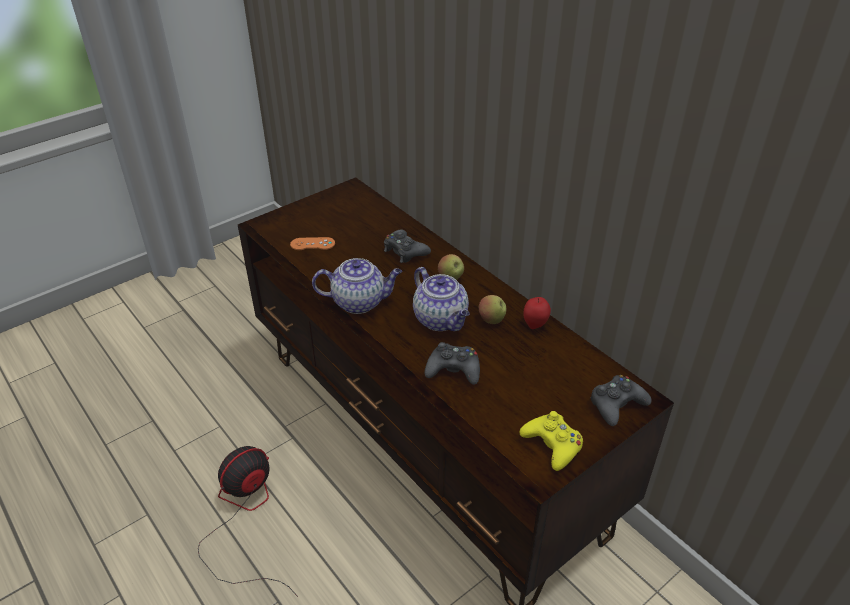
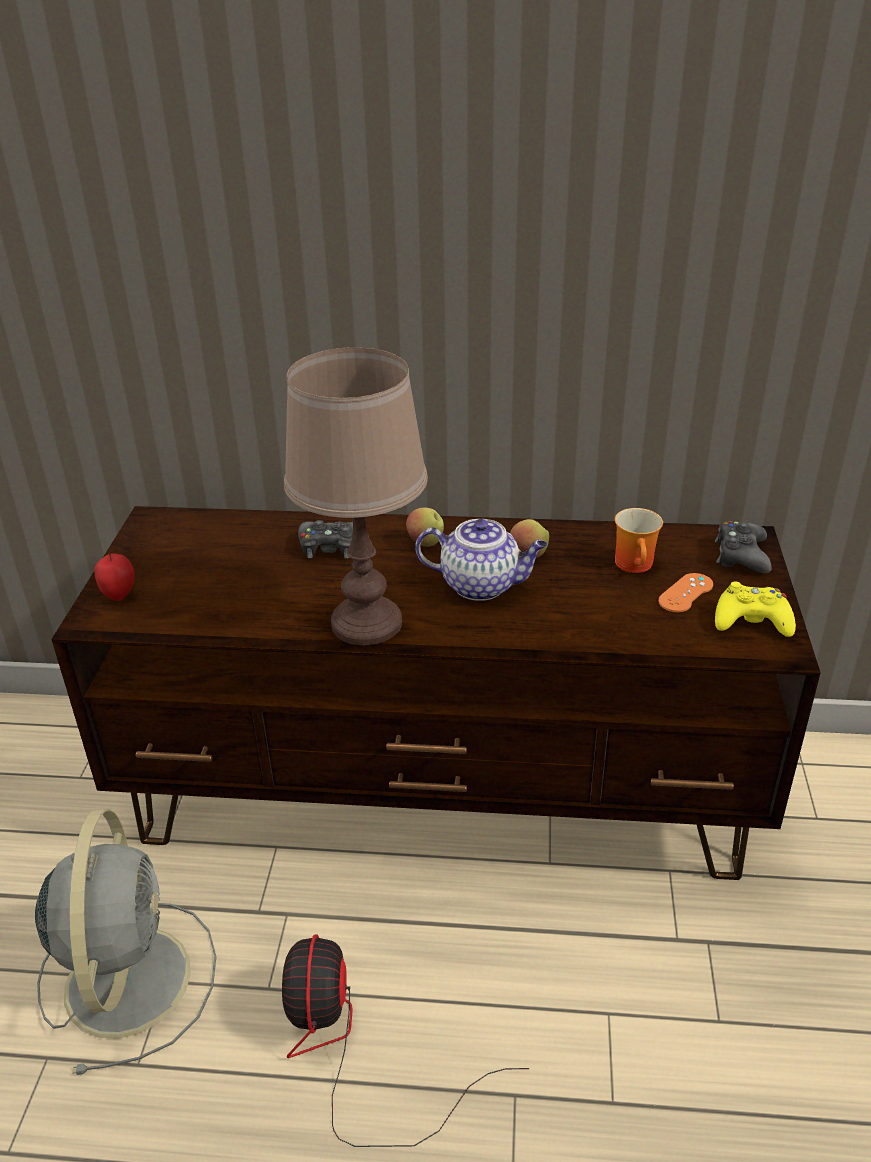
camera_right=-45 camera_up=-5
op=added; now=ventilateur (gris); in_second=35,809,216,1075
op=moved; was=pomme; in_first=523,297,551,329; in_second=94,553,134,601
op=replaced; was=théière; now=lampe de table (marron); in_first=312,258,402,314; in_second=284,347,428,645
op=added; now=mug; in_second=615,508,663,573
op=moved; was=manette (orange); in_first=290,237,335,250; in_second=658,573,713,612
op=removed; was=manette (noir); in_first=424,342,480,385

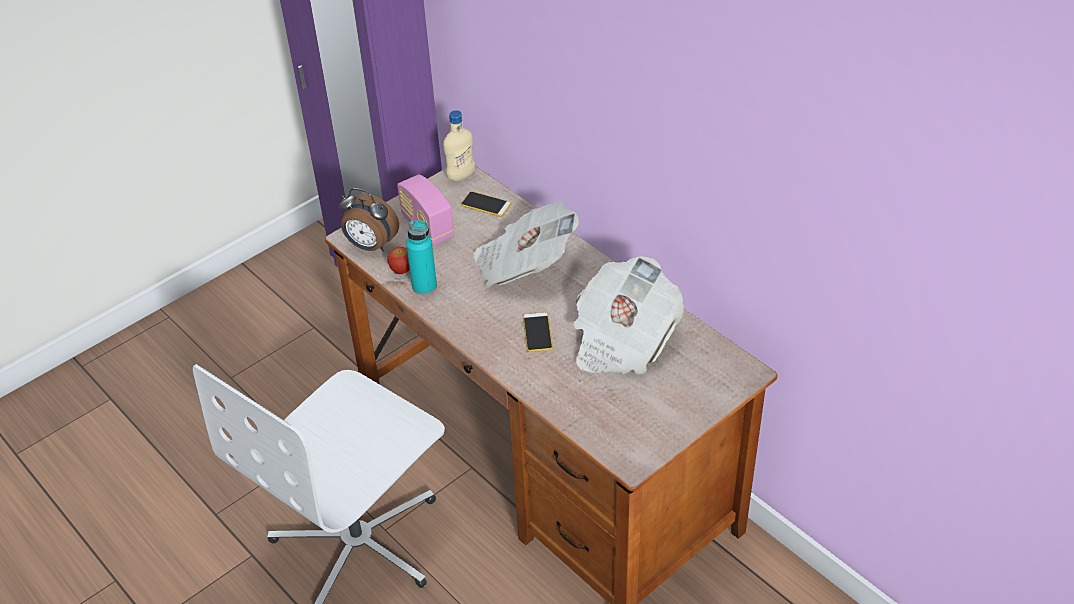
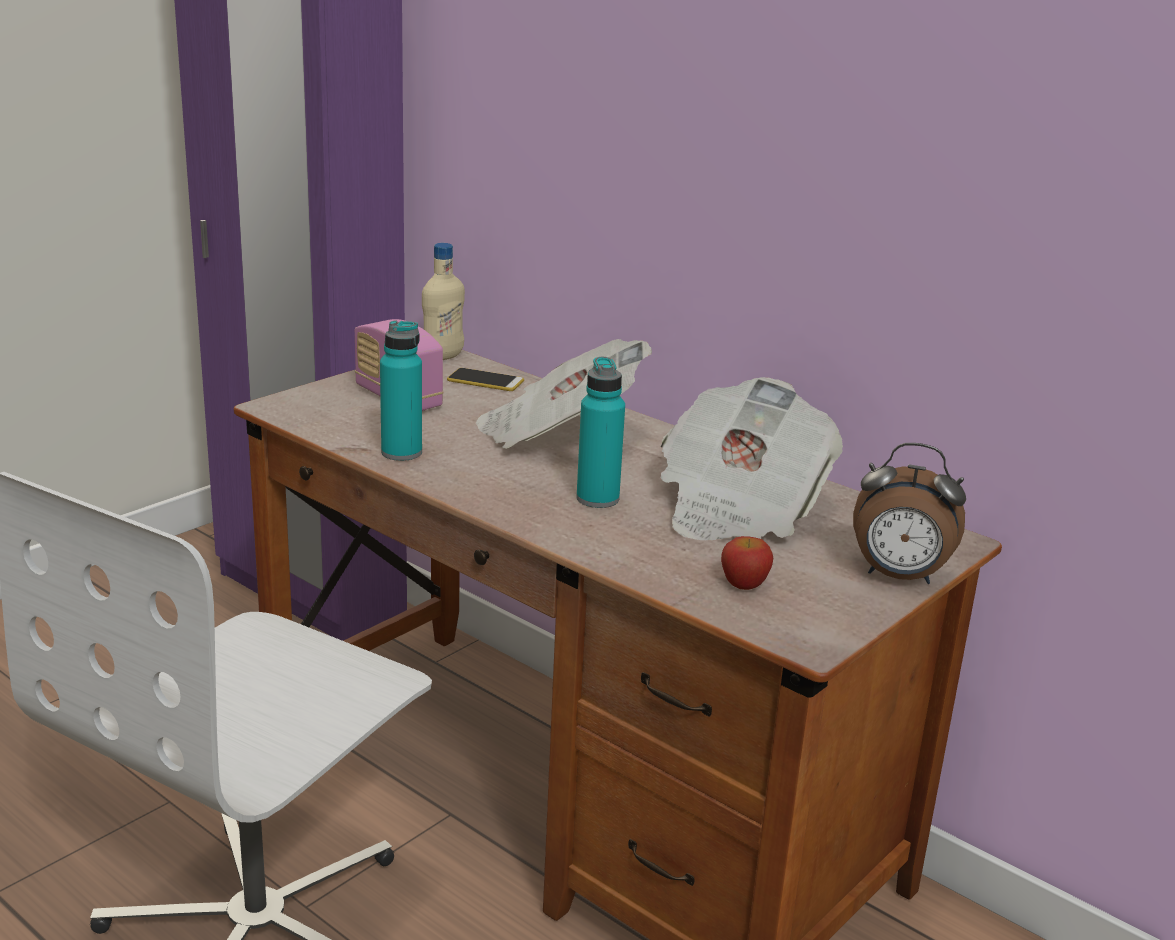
camera_right=-10 camera_up=-20
op=replaced; was=téléphone; now=bouteille (turquoise); in_first=523,312,553,352; in_second=576,357,625,508
op=moved; was=pomme; in_first=387,247,410,274; in_second=721,536,773,590
op=moved; was=réveil; in_first=339,188,399,251; in_second=853,443,966,584

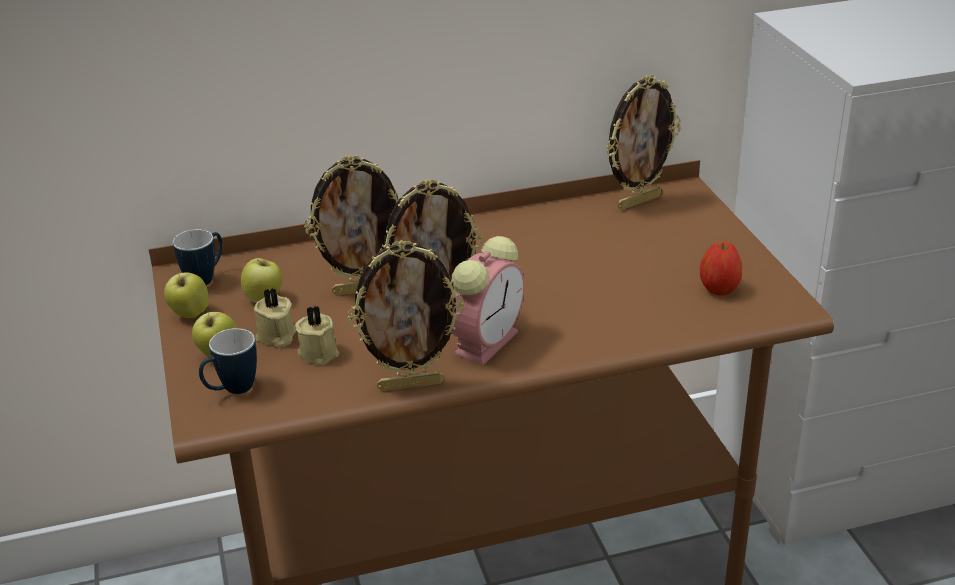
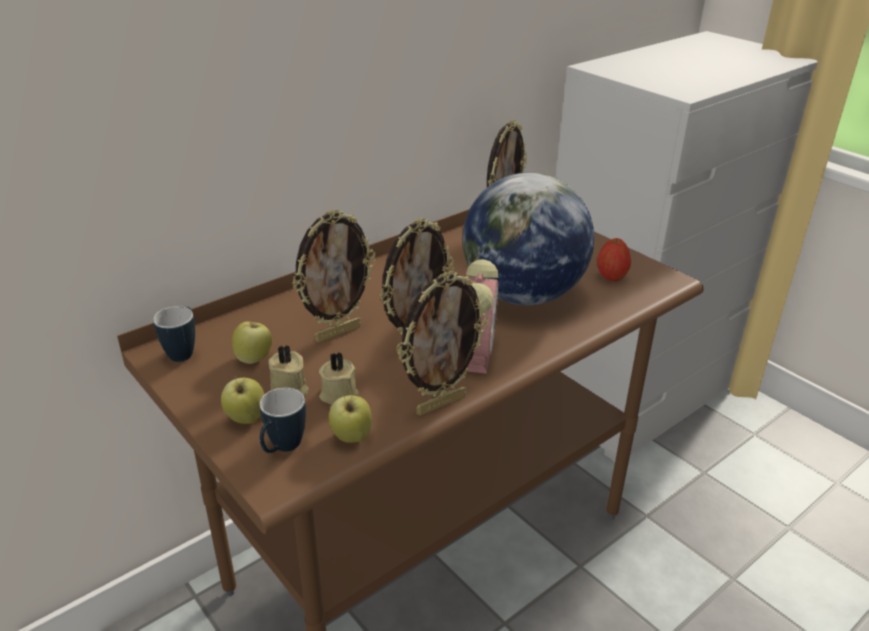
camera_right=-25 camera_up=0
op=moved; was=pomme; in_first=164,268,209,318; in_second=329,394,372,443
op=added; now=globe; in_second=462,172,594,305

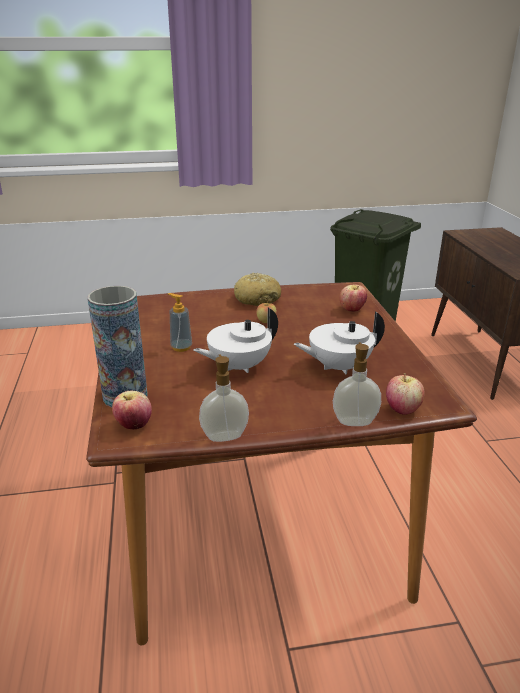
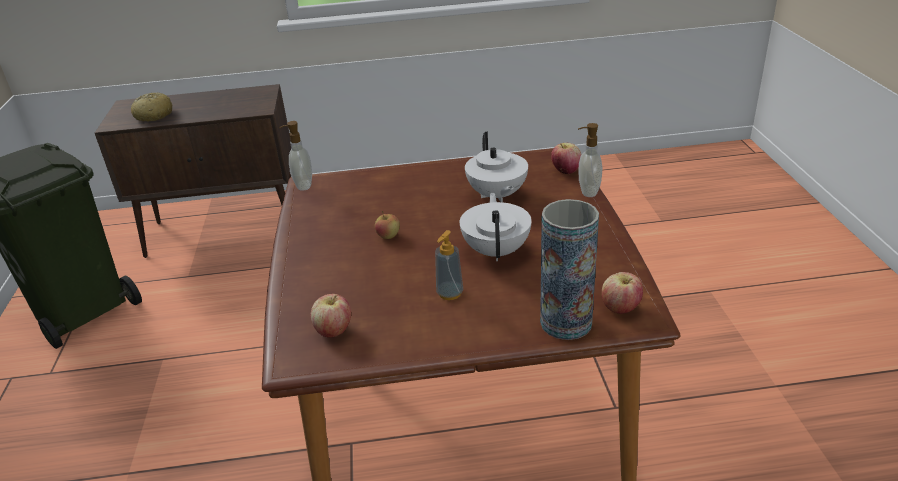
camera_right=-85 camera_up=5
op=moved; was=pain; in_first=234,272,281,306; in_second=131,93,173,122
op=moved; was=distributeur de savon; in_first=199,355,249,442; in_second=279,121,312,191
op=moved; was=pomme; in_first=340,284,367,312; in_second=311,294,351,338
op=turned; was=théière (blanc); in_first=194,308,278,373; in_second=460,193,532,261; clockwise=-150

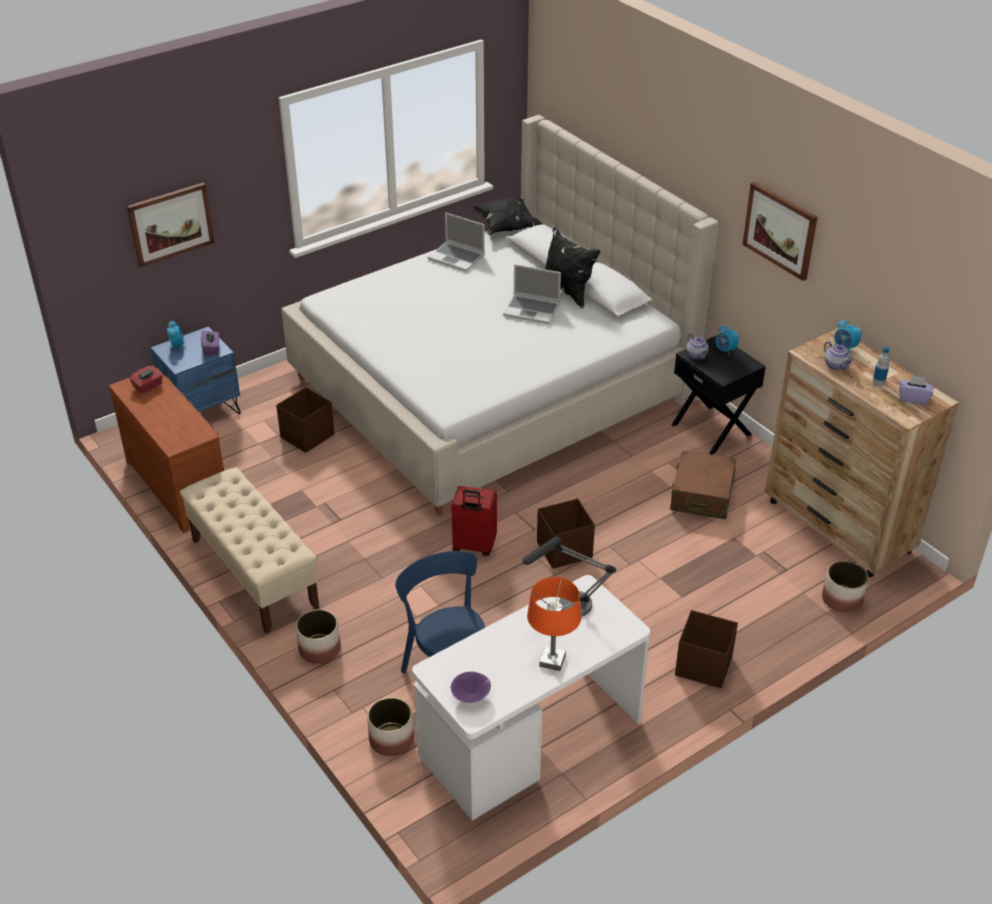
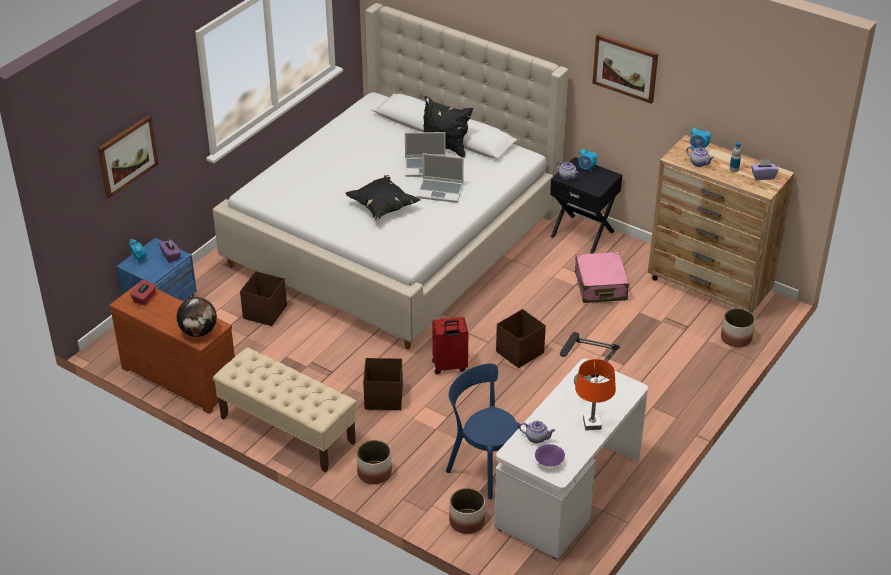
camera_right=-20 camera_up=0
op=added; now=globe; in_second=177,297,217,337
op=moved; was=coussin (noir); in_first=472,197,543,235; in_second=345,175,420,221
op=moved; was=boîte de rangement (marron); in_first=675,610,738,688; in_second=363,358,403,410
op=moved; was=ordinateur portable; in_first=428,212,485,271; in_second=417,153,464,203
op=added; now=théière; in_second=519,421,555,443
op=recoloured; was=valise (marron); now=valise (rose); in_first=670,451,736,519; in_second=575,252,629,303

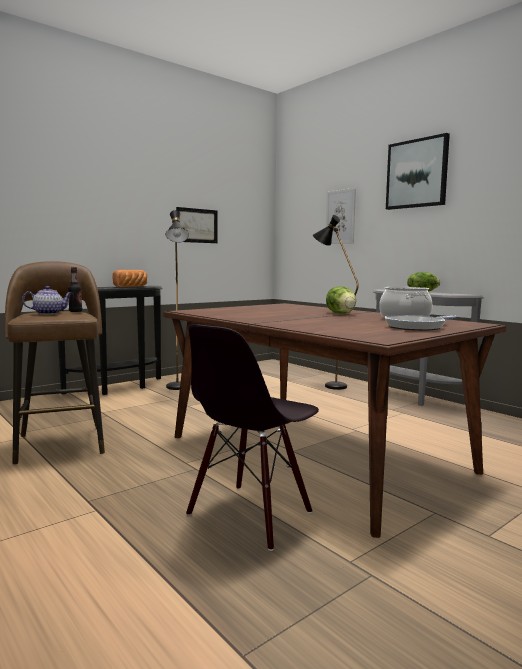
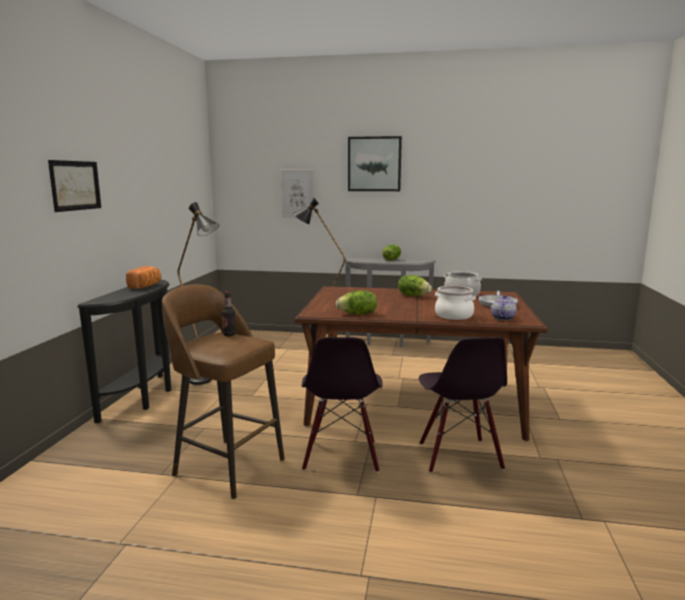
camera_right=-40 camera_up=5
op=moved; was=tableau; in_first=176,207,218,243; in_second=48,160,101,212
op=added; now=chaise (noir); in_second=302,337,382,473
op=added; now=laitue; in_second=336,291,377,315
op=added; now=marmite; in_second=435,286,476,320
op=moved; was=théière; in_first=22,286,72,314; in_second=491,295,517,320

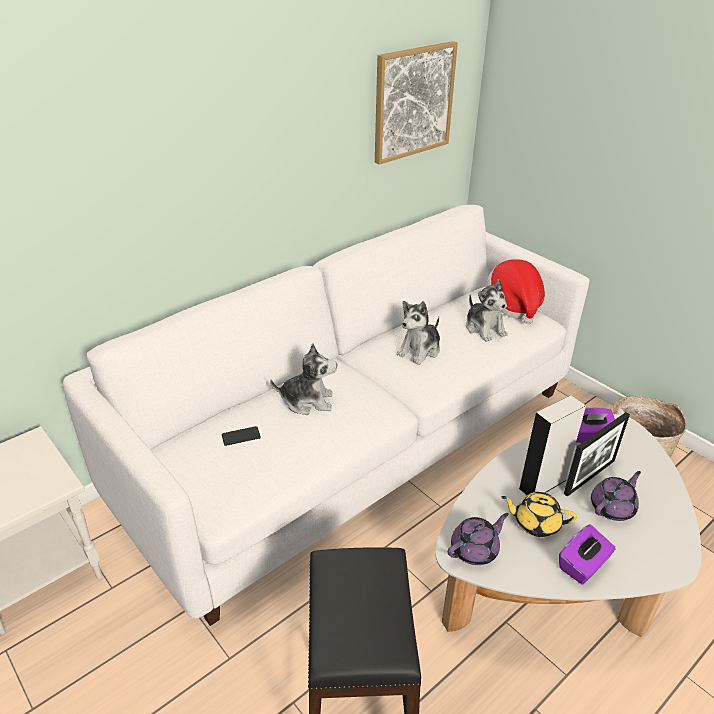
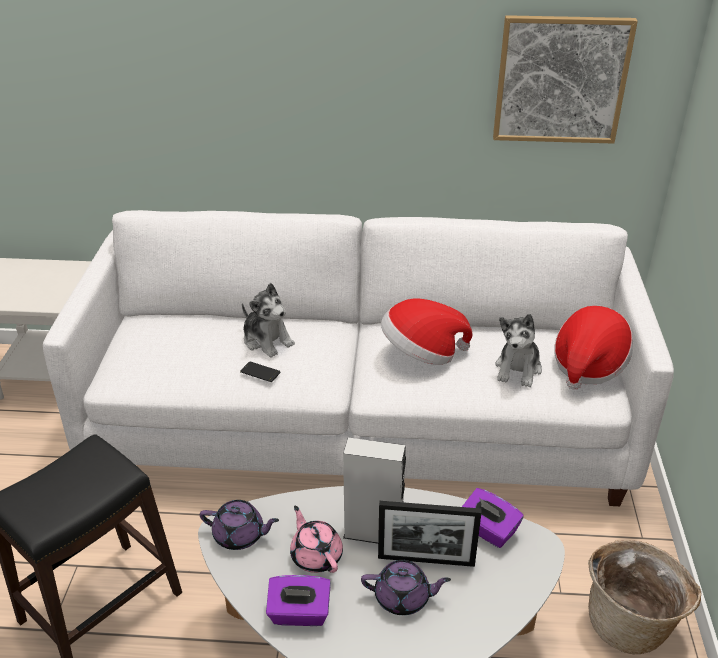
camera_right=45 camera_up=0
op=moved; was=téléphone; in_first=222,426,261,446; in_second=240,362,280,382
op=recoloured; was=théière (jaune); now=théière (rose); in_first=501,492,577,537; in_second=290,506,343,573
op=replaced; was=peluche; now=chapeau; in_first=397,301,440,365; in_second=381,298,472,365

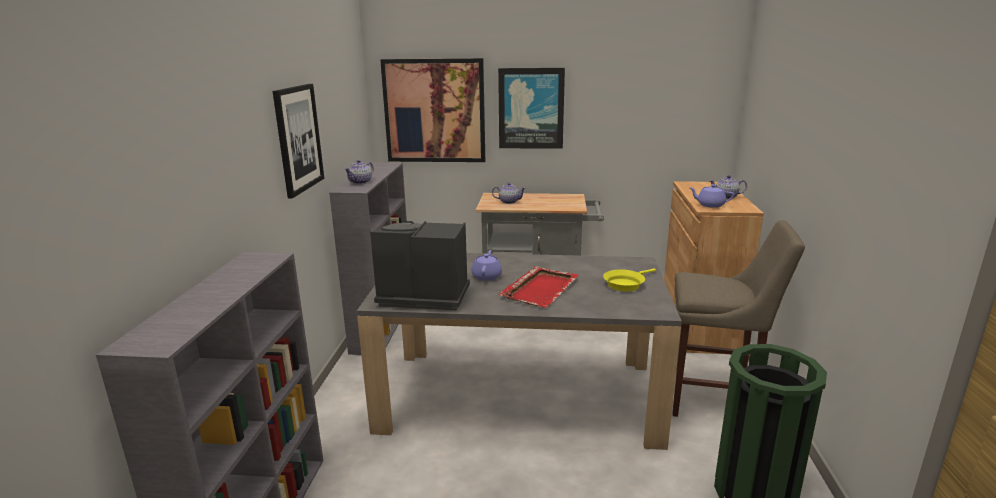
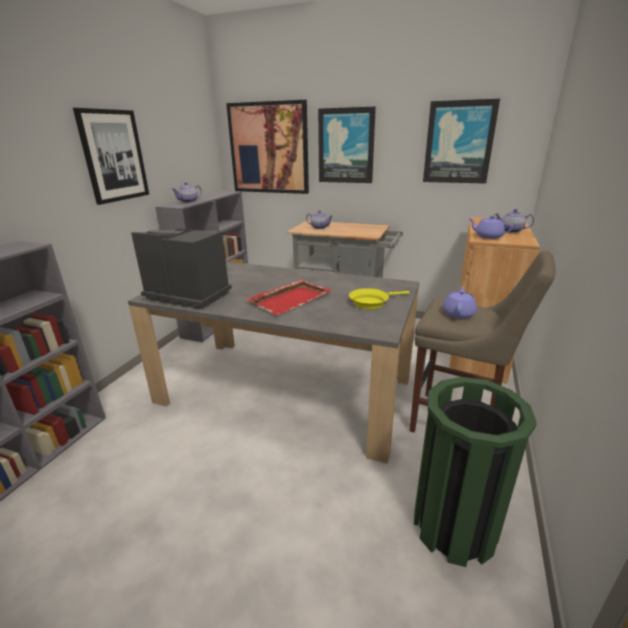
camera_right=15 camera_up=5
op=added; now=tableau; in_second=423,99,500,184
op=moved; was=théière (violet); in_first=471,250,502,281; in_second=443,286,477,319

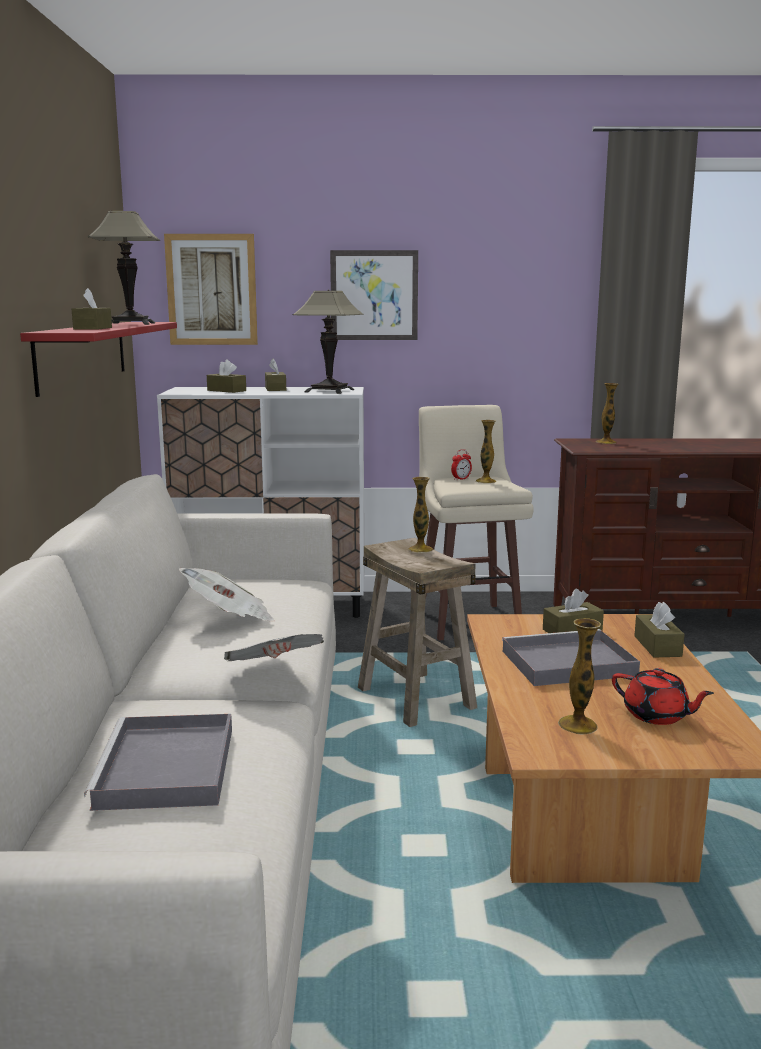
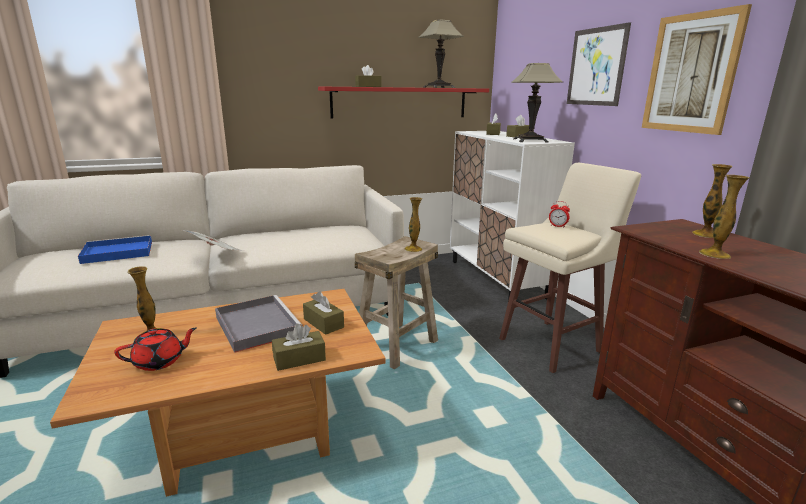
camera_right=70 camera_up=5
op=recoloured; was=plateau (gris); now=plateau (bleu); in_first=84,714,232,811; in_second=78,235,152,264
op=turned; was=théière (rouge); in_first=612,668,714,725; in_second=114,327,197,371; clockwise=-135
op=moved; was=tableau; in_first=164,234,258,345; in_second=642,4,752,135
op=moved; was=vase; in_first=476,420,497,483; in_second=699,175,750,259
op=removed; was=journal; in_first=179,568,275,621

